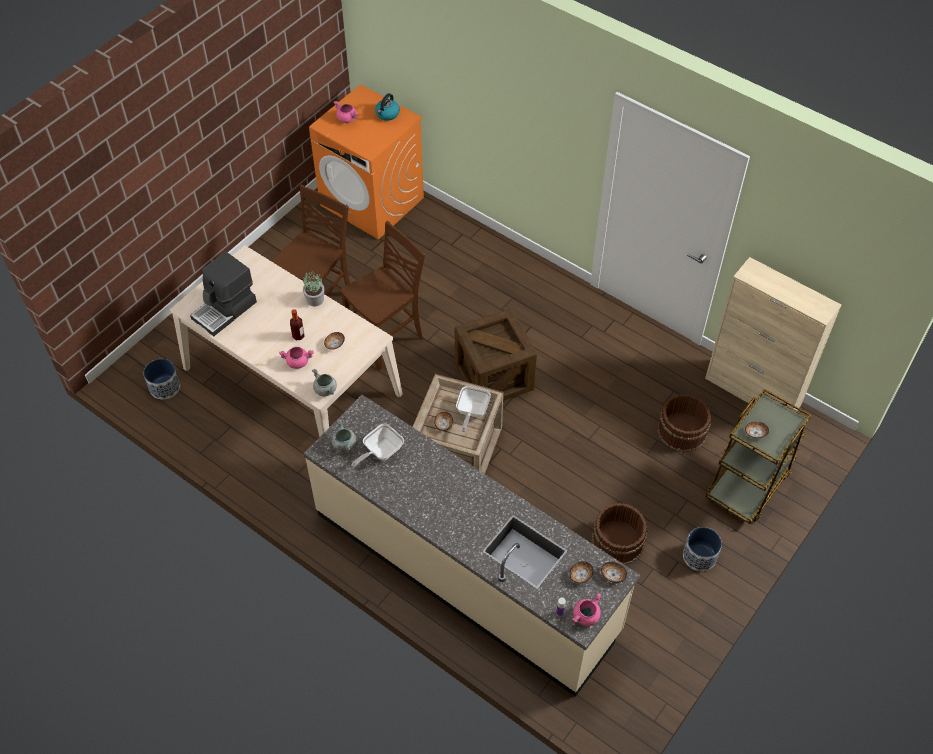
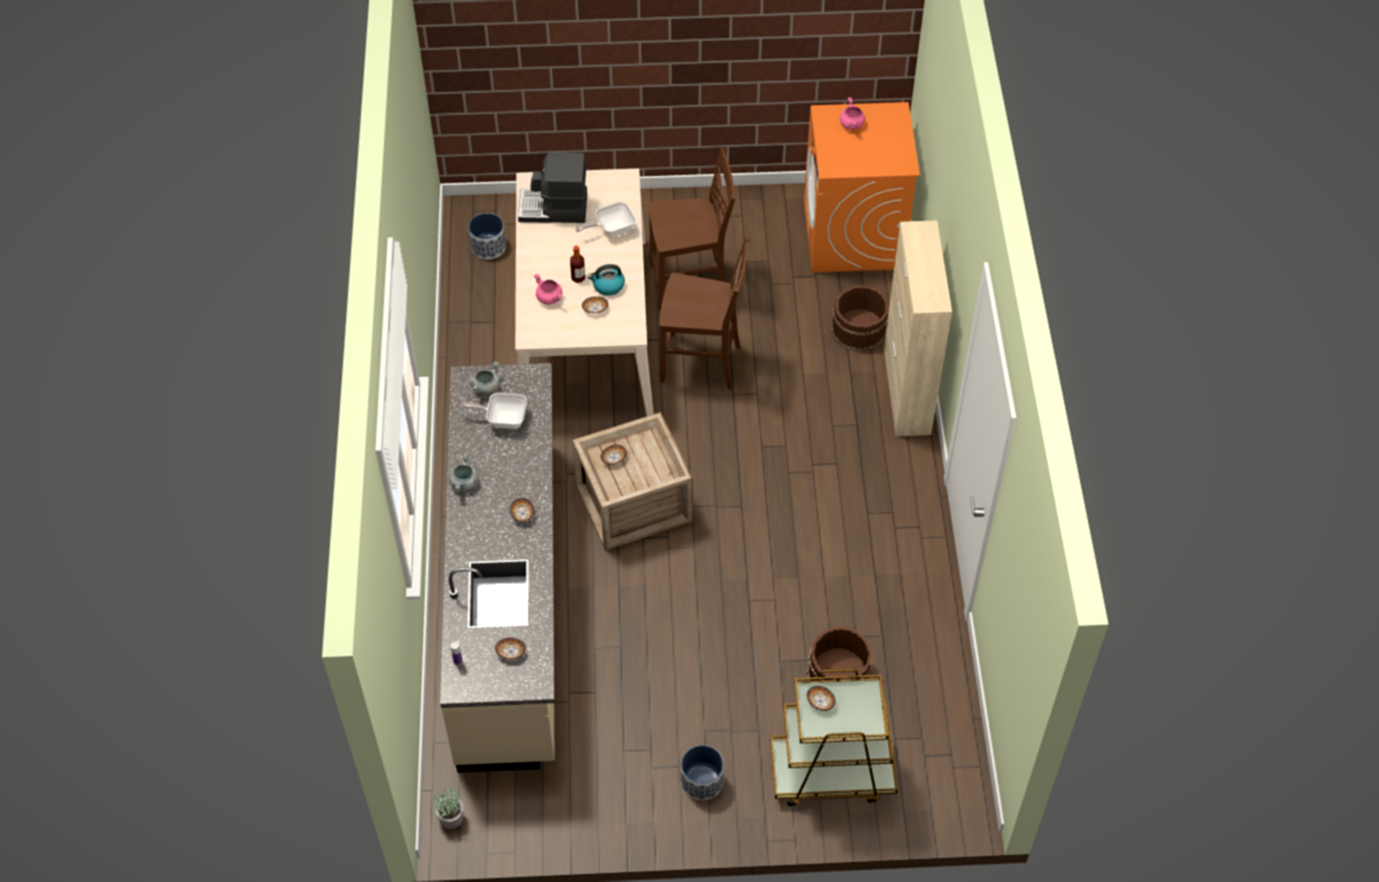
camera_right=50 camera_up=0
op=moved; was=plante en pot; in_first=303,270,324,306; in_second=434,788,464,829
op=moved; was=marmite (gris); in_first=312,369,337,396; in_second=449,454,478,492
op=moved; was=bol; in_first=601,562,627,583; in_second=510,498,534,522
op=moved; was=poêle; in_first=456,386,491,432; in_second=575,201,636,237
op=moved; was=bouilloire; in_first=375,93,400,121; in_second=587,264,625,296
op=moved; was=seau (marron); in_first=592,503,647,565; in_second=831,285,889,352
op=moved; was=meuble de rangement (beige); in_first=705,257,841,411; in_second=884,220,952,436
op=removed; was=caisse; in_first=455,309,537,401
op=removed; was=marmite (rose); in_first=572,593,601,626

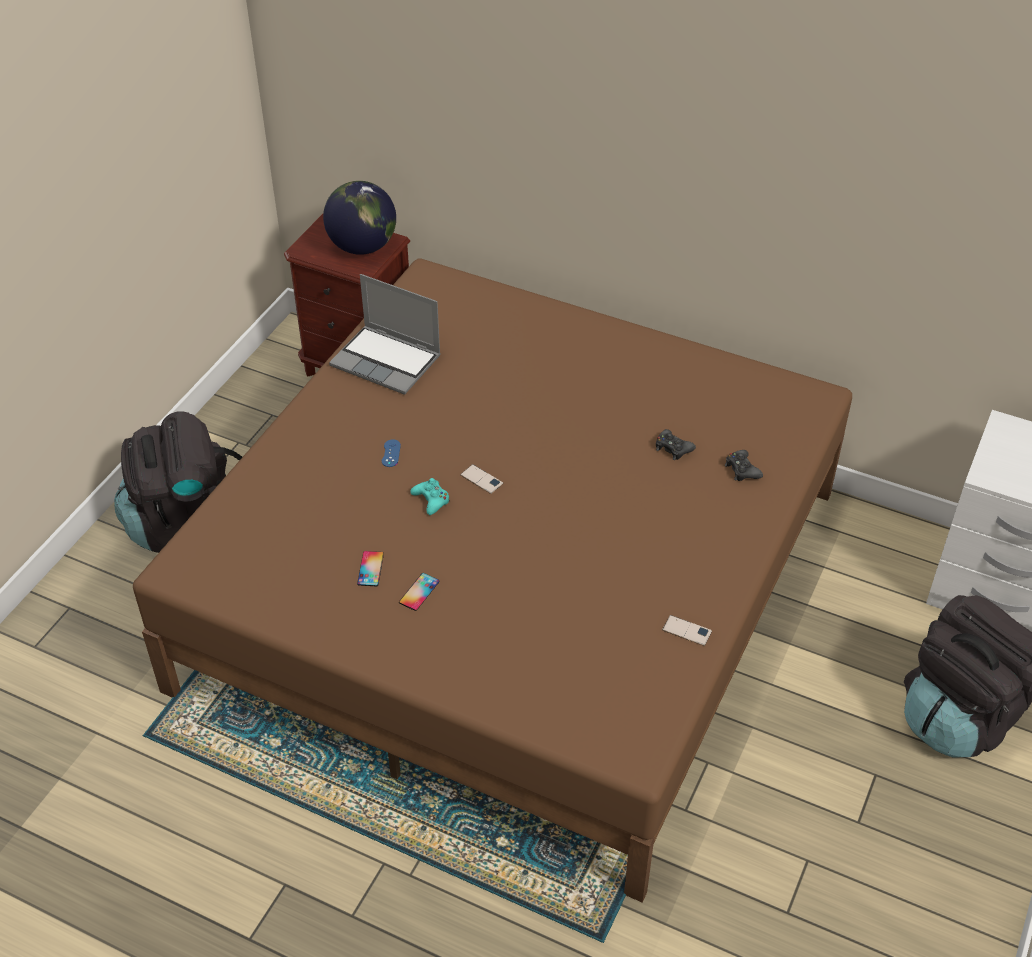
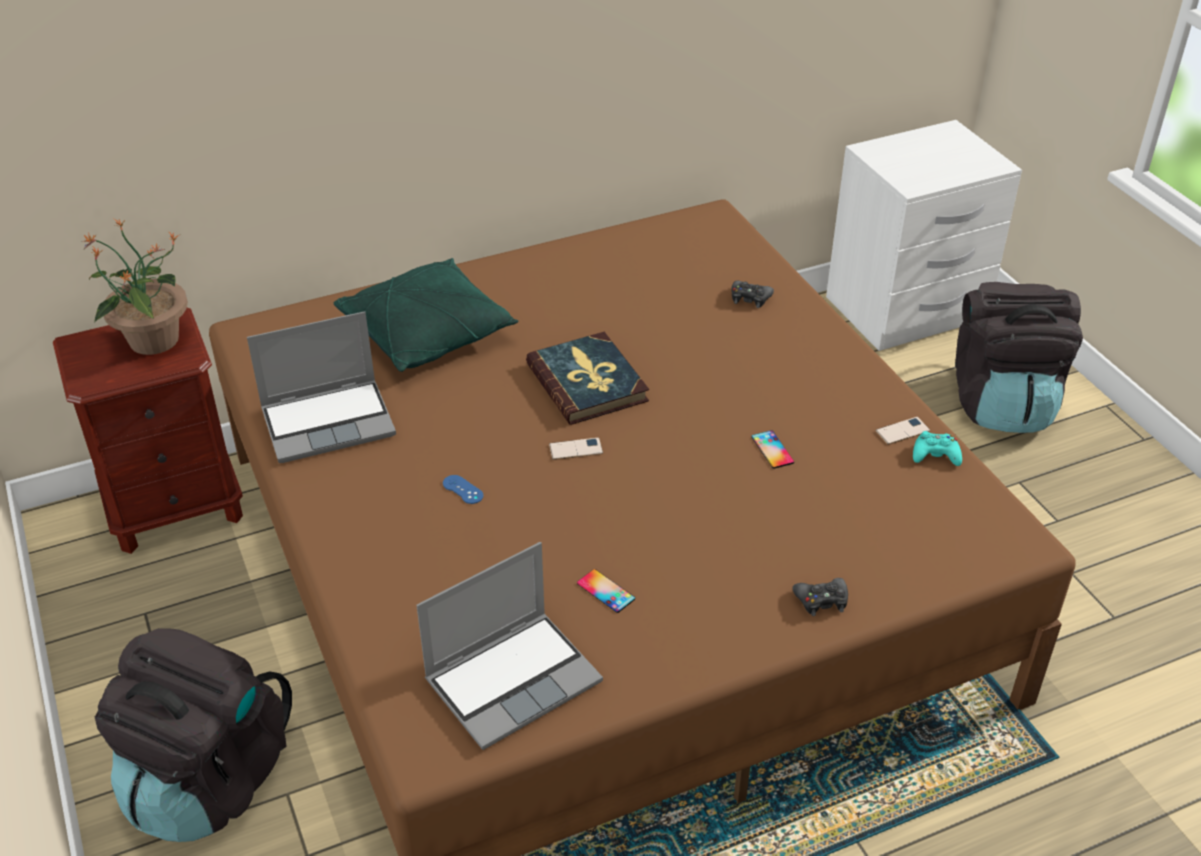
camera_right=-50 camera_up=-5
op=replaced; was=globe; now=plante en pot; in_first=323,181,396,255; in_second=83,219,188,355
op=added; now=coussin (vert); in_second=334,258,518,372
op=added; now=ordinateur portable; in_second=416,542,603,750
op=added; now=livre; in_second=526,332,649,425
op=moved; was=téléphone; in_first=399,573,440,611; in_second=751,430,794,469
op=moved; was=manette (noir); in_first=656,429,696,460; in_second=792,578,848,616
op=moved; was=manette (turquoise); in_first=410,478,450,515; in_second=913,431,962,466

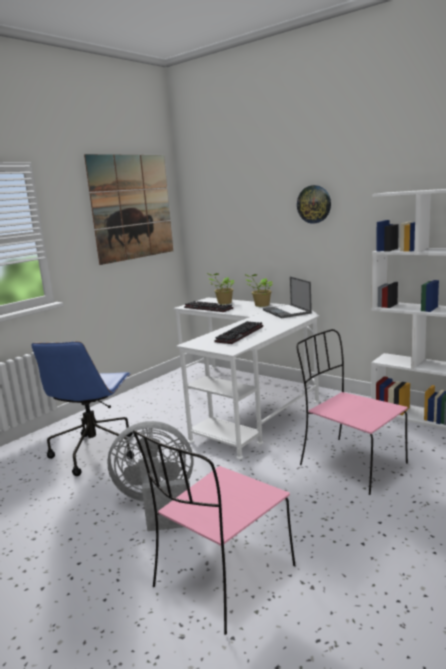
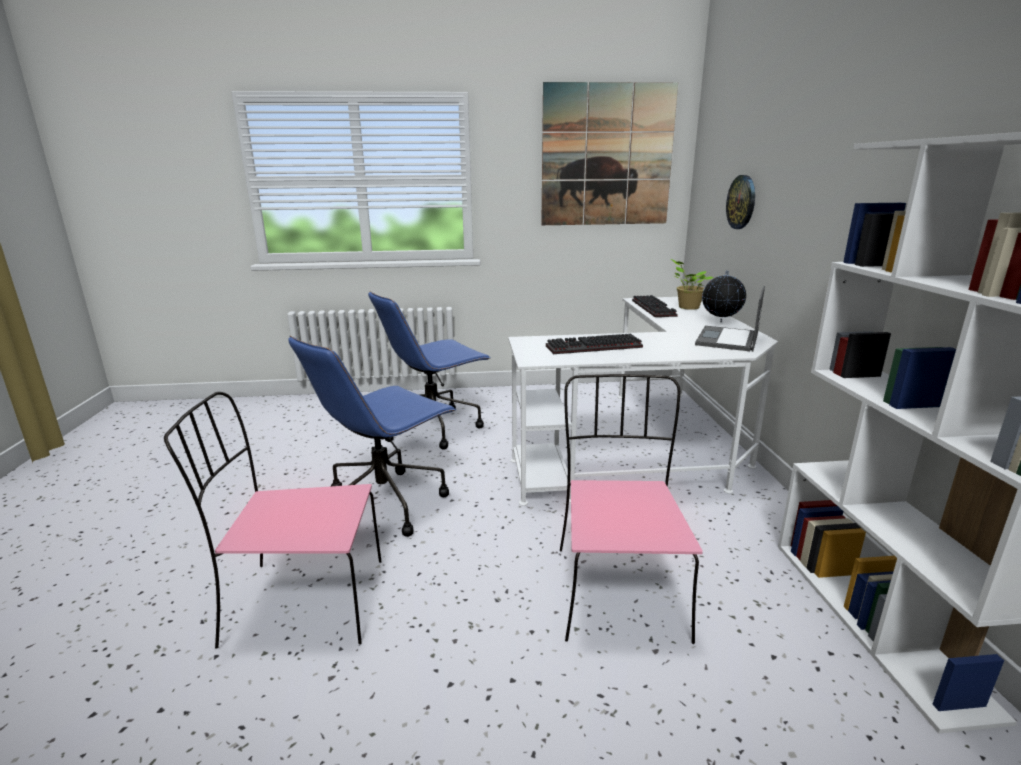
camera_right=45 camera_up=5
op=replaced; was=ventilateur (gris); now=chaise de bureau (bleu); in_first=107,421,193,531; in_second=288,336,456,537
op=replaced; was=plante en pot; now=globe; in_first=244,274,273,307; in_second=702,270,746,322
op=moved; was=horloge murale; in_first=297,185,331,224; in_second=726,175,755,229

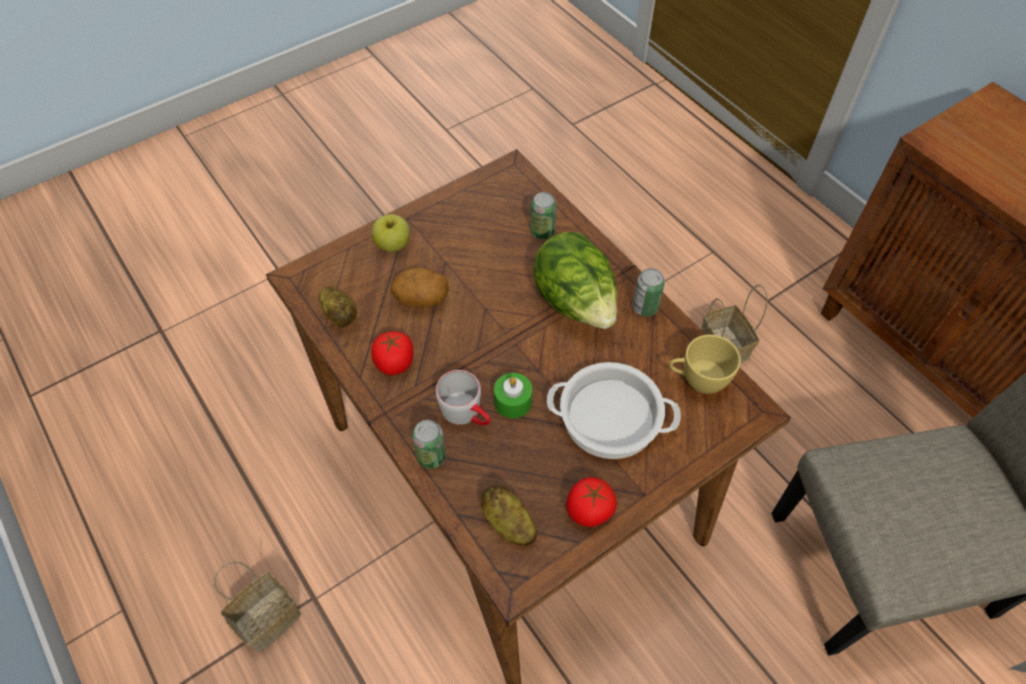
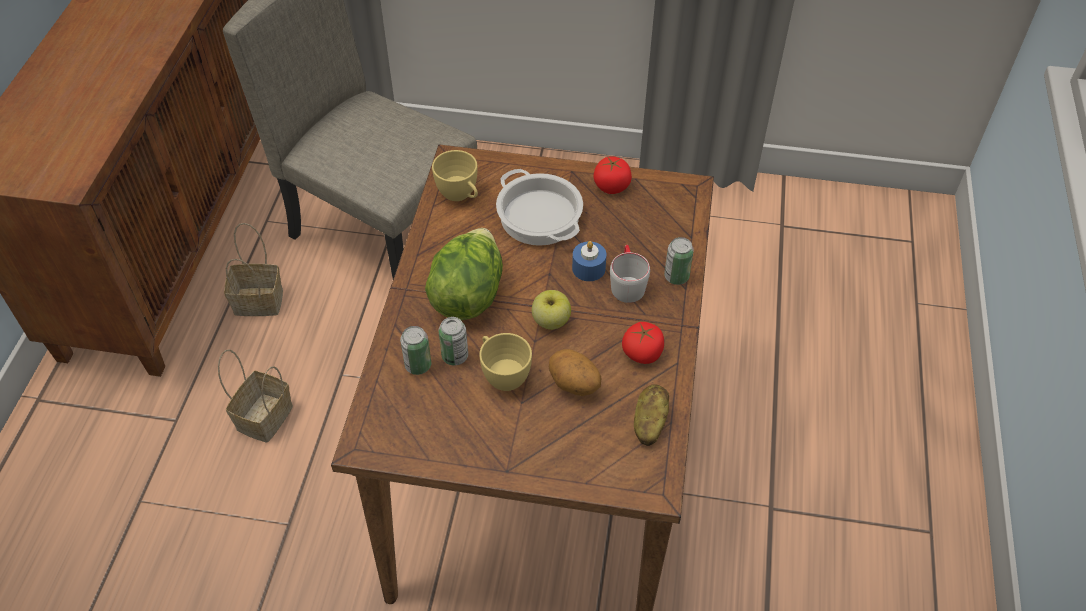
camera_right=-135 camera_up=-5
op=moved; was=panier; in_first=214,561,301,653; in_second=224,223,283,316
op=moved; was=boîte métallique; in_first=632,268,665,316; in_second=439,317,468,366
op=added; now=tasse (jaune); in_second=479,333,532,391
op=moved; was=pomme; in_first=372,214,410,252; in_second=532,290,571,330
op=recoloured; was=bougie (vert); now=bougie (bleu); in_first=494,373,532,418; in_second=572,241,606,281
op=removed; was=pomme de terre; in_first=481,485,537,546

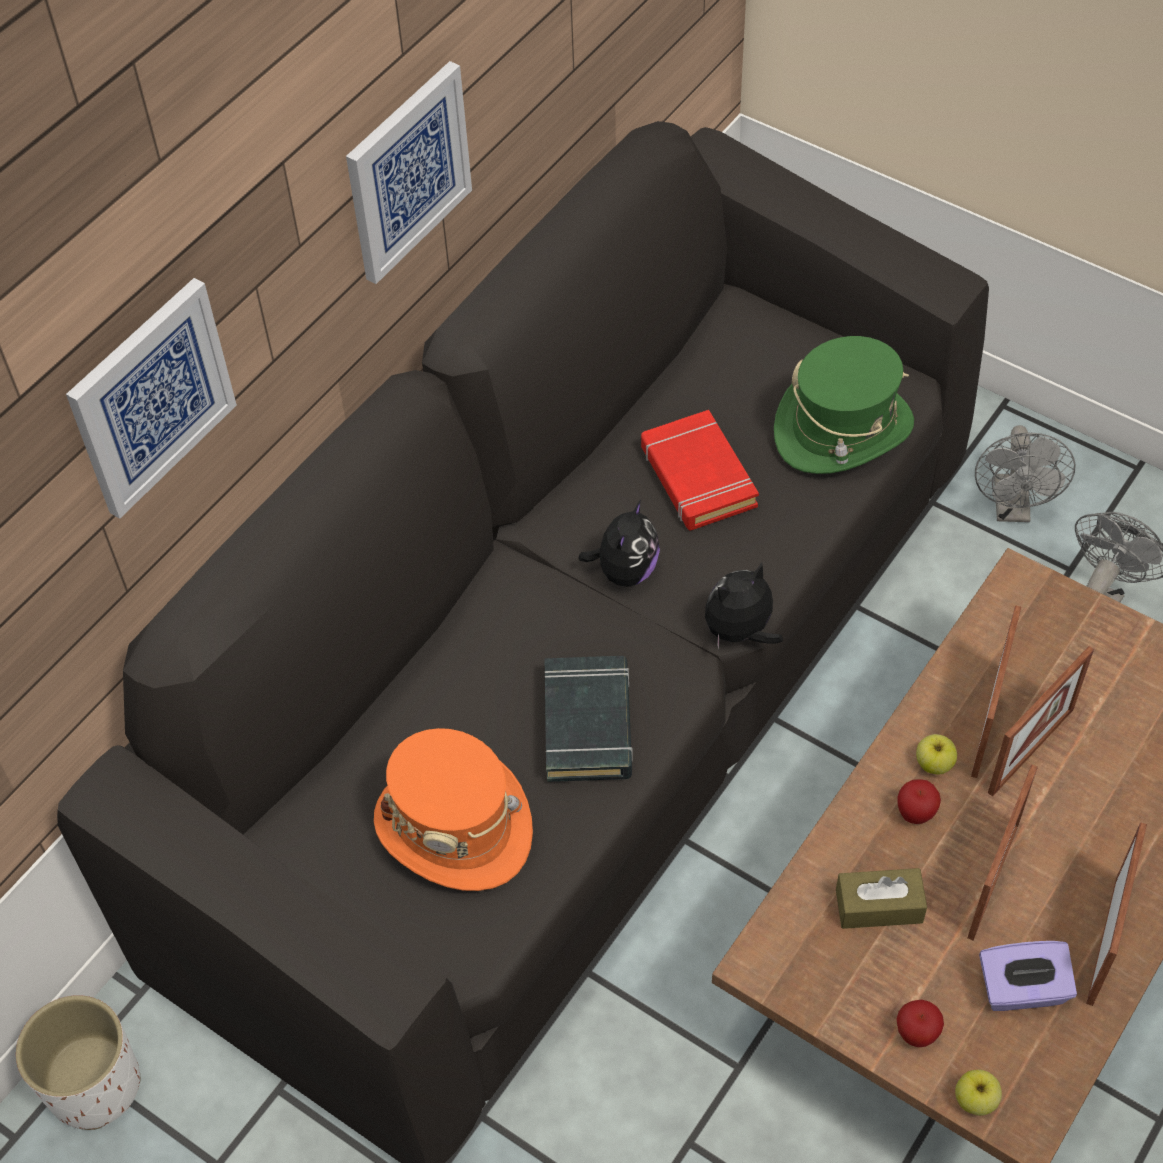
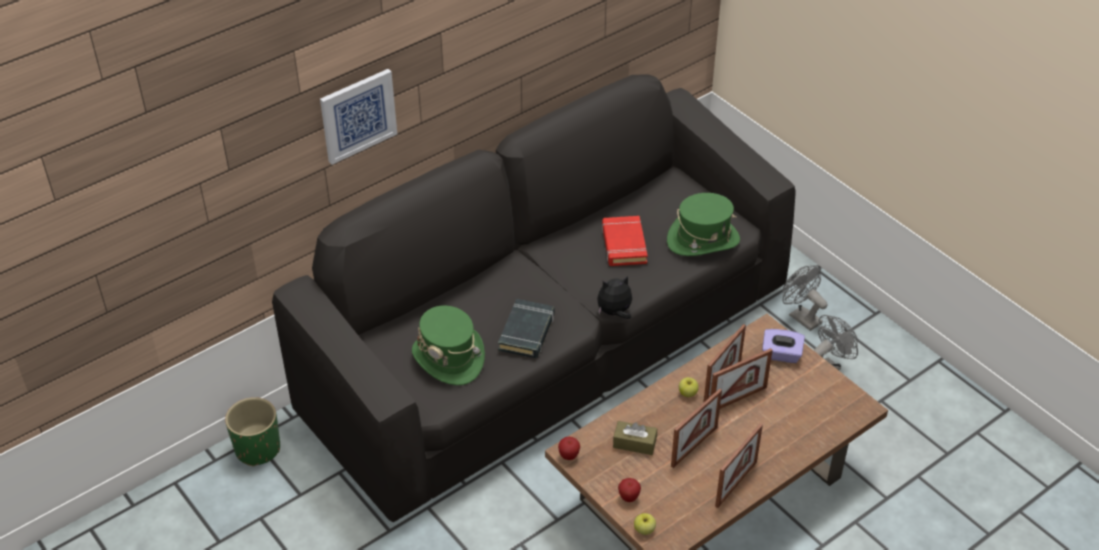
camera_right=15 camera_up=-10
op=recoloured; was=cache-pot (blanc); now=cache-pot (vert); in_first=16,995,140,1130; in_second=225,397,280,466
op=recoloured; was=chapeau (orange); now=chapeau (vert); in_first=374,728,533,891; in_second=412,306,485,385
op=moved; was=pomme; in_first=897,779,941,824; in_second=558,437,580,460
op=moved; was=boîte à mouchoirs (violet); in_first=979,941,1077,1011; in_second=762,329,805,363
op=turned; was=ventilateur (gris); in_first=975,425,1075,522; in_second=783,265,828,331; clockwise=120
op=removed; was=tableau; in_first=346,61,472,284
op=removed; was=peluche; in_first=578,500,660,587

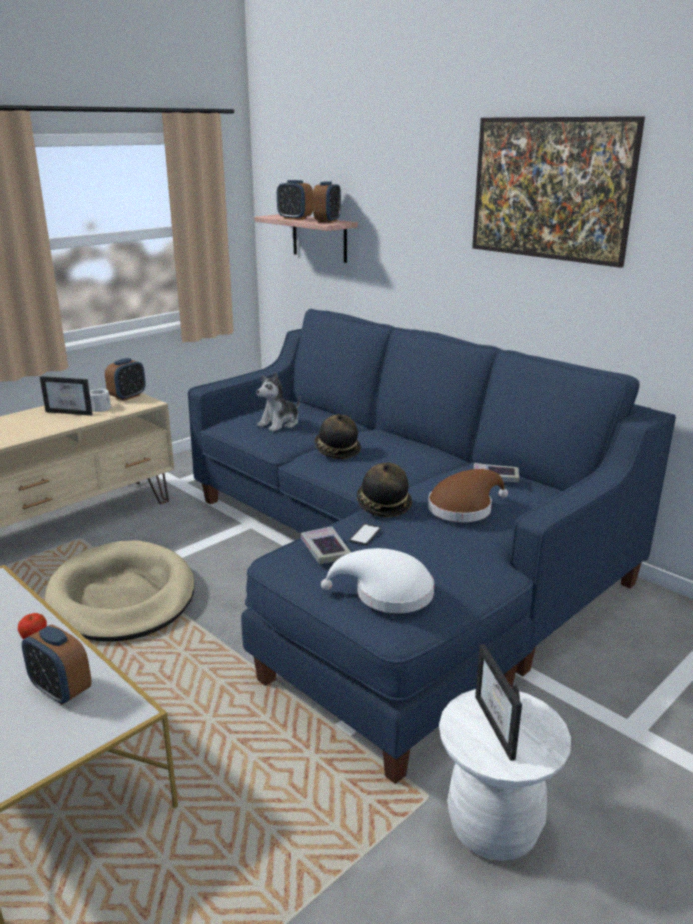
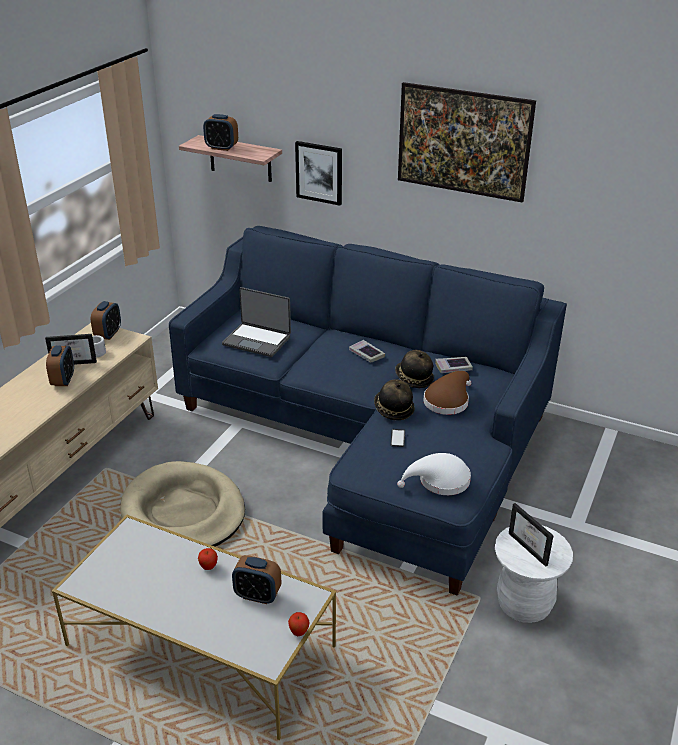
camera_right=-20 camera_up=10
op=moved; was=réveil; in_first=313,181,341,223; in_second=46,345,74,386
op=replaced; was=peluche; now=ordinateur portable; in_first=256,372,300,432; in_second=222,287,291,357
op=added; now=pomme; in_second=288,612,309,636
op=added; now=tableau; in_second=295,141,342,206
op=moved; was=livre; in_first=301,526,351,564; in_second=349,340,385,363
op=moved; was=chapeau; in_first=314,414,361,459; in_second=395,350,434,388

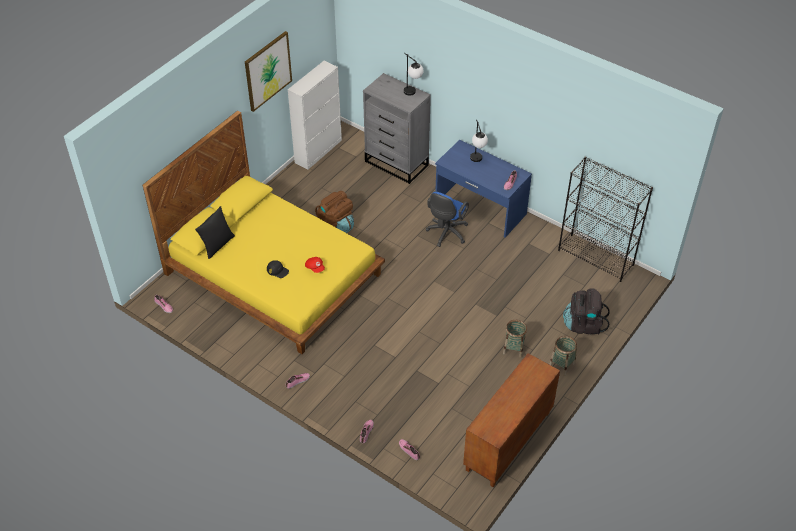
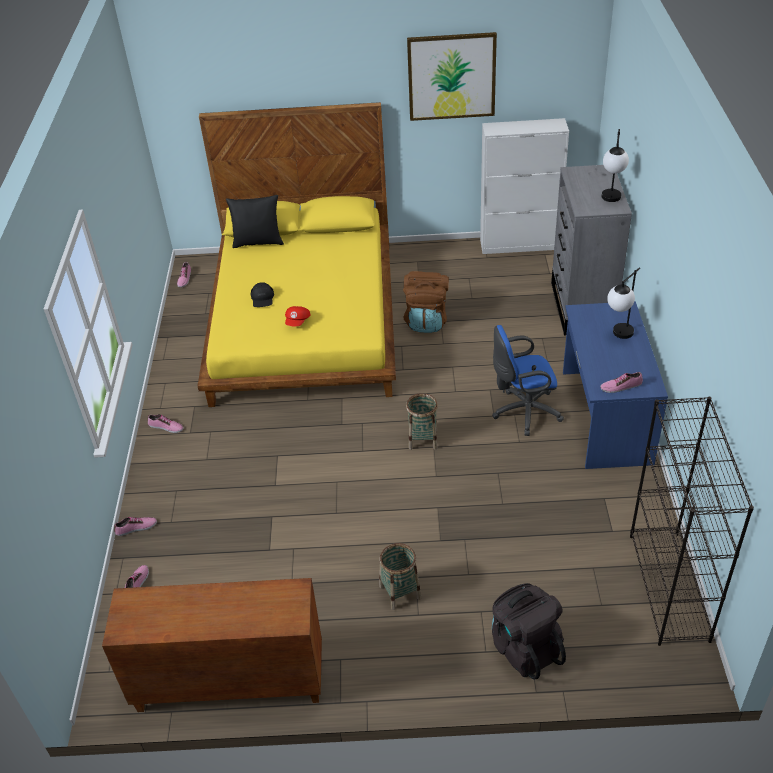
camera_right=55 camera_up=-5
op=moved; was=panier; in_first=549,336,577,376; in_second=406,393,438,450

